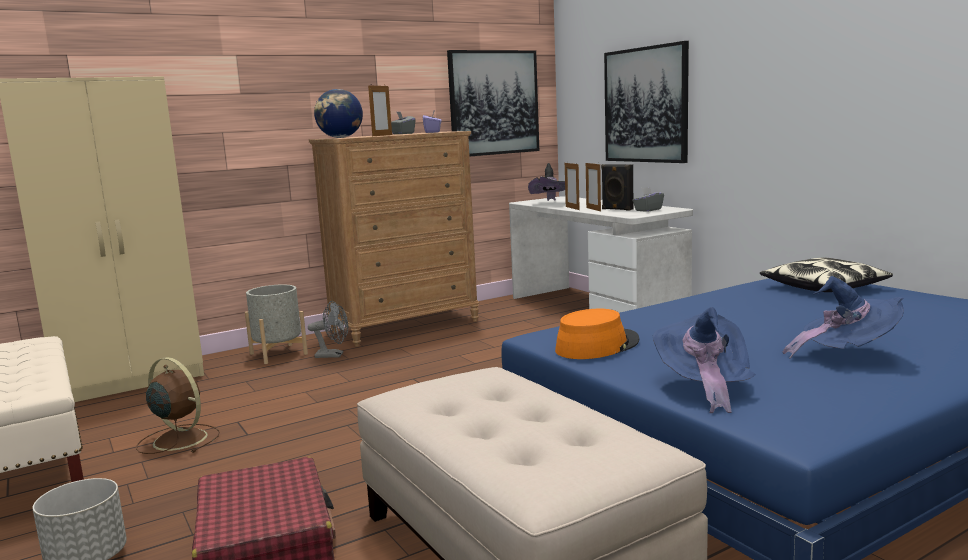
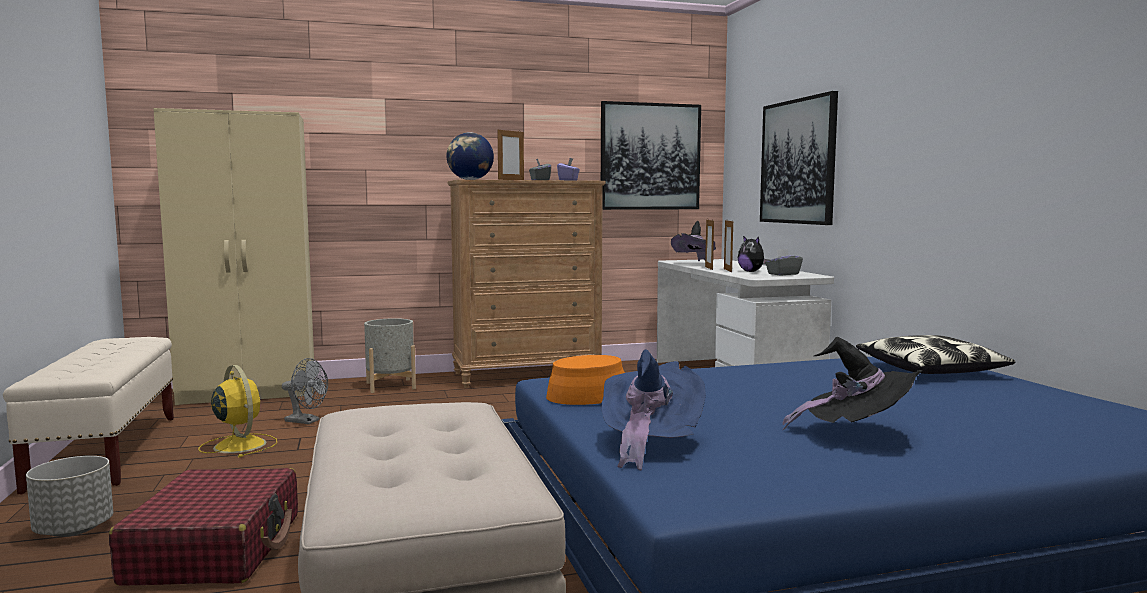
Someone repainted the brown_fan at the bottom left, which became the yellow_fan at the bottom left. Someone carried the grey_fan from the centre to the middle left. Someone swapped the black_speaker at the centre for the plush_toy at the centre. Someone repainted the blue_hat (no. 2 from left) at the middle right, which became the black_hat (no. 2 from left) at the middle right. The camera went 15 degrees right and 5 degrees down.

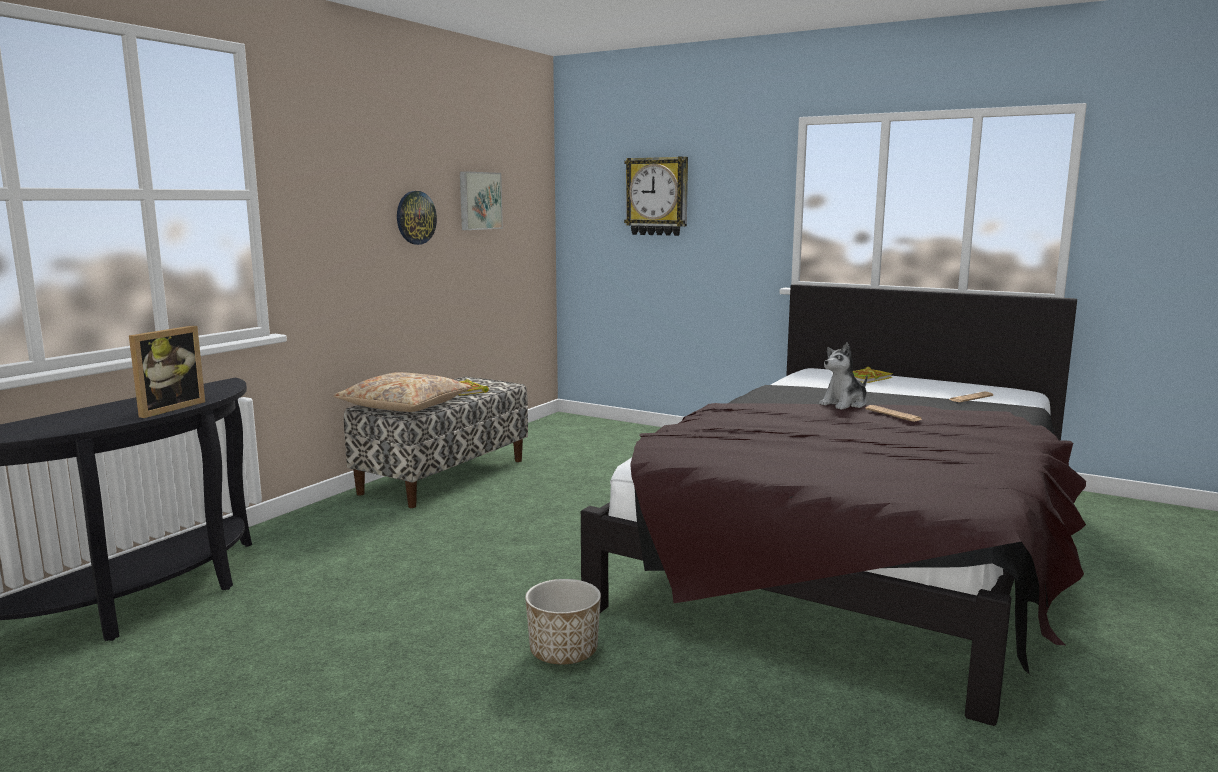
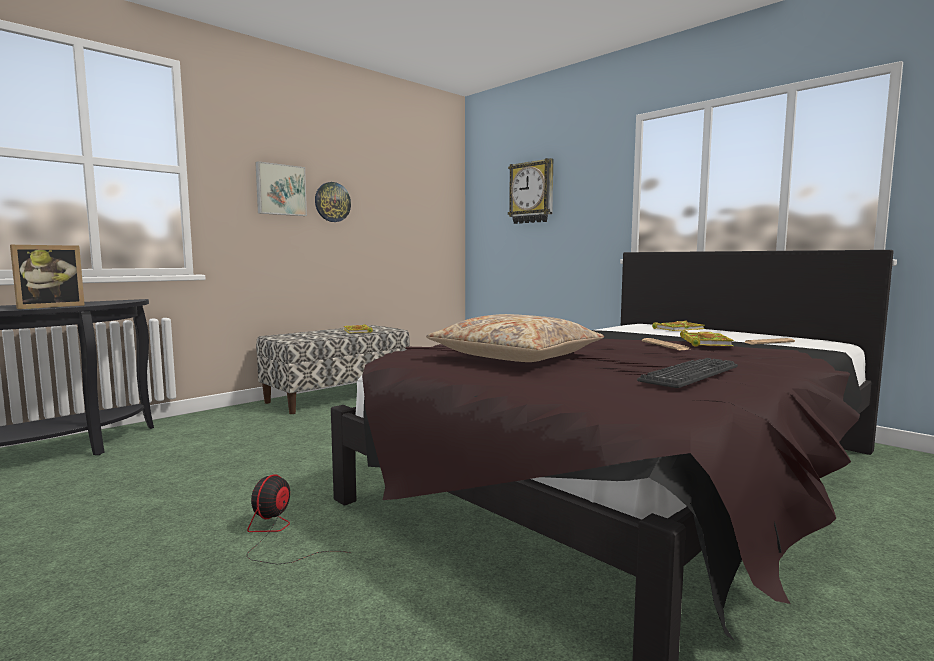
Someone swapped the planter at the bottom centre for the fan at the bottom left. Someone carried the picture from the top centre to the top left. Someone carried the beige_pillow from the middle left to the centre. Someone put down the keyboard at the middle right. Someone put down the book (no. 3 from left) at the middle right. Someone took away the plush_toy at the middle right. The camera went 15 degrees right and 5 degrees down.

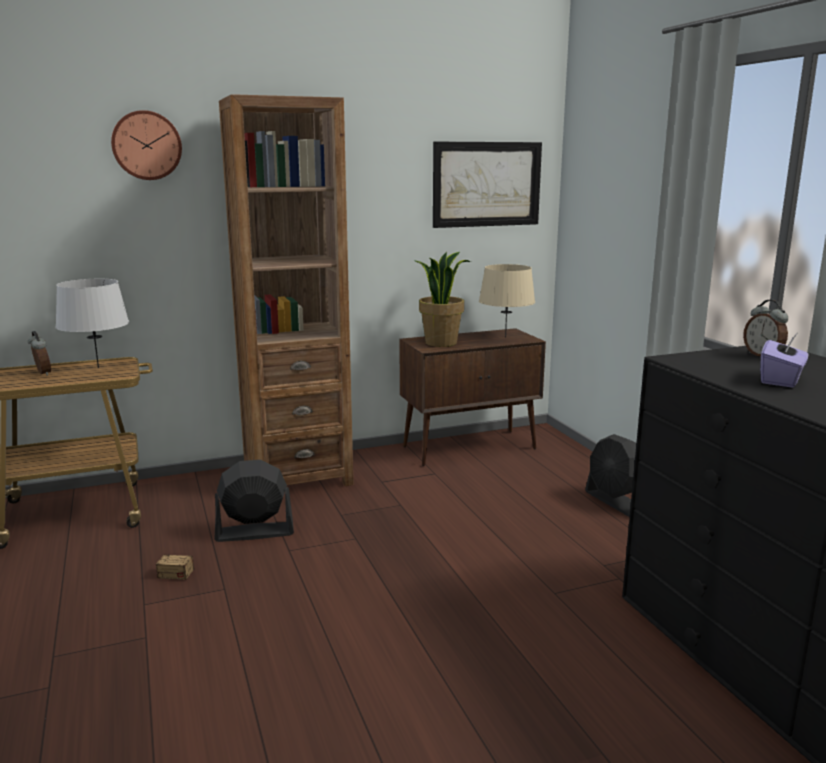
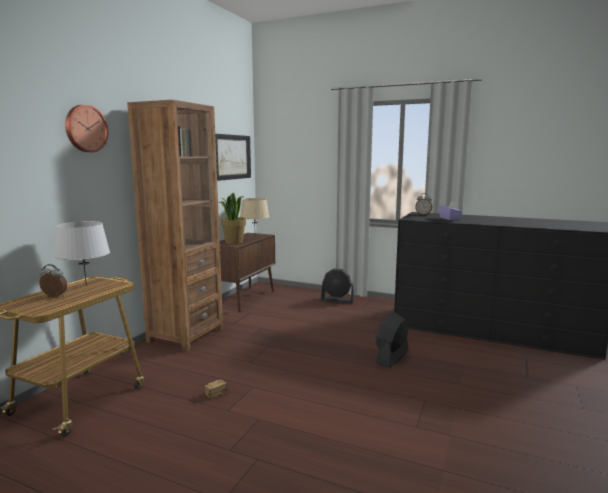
Someone carried the black_fan (no. 1 from left in the first image) from the middle left to the bottom centre. The camera went 45 degrees left and 5 degrees down.

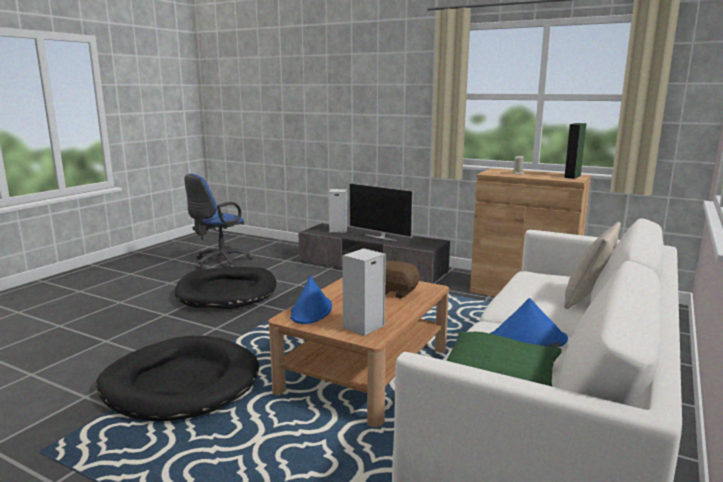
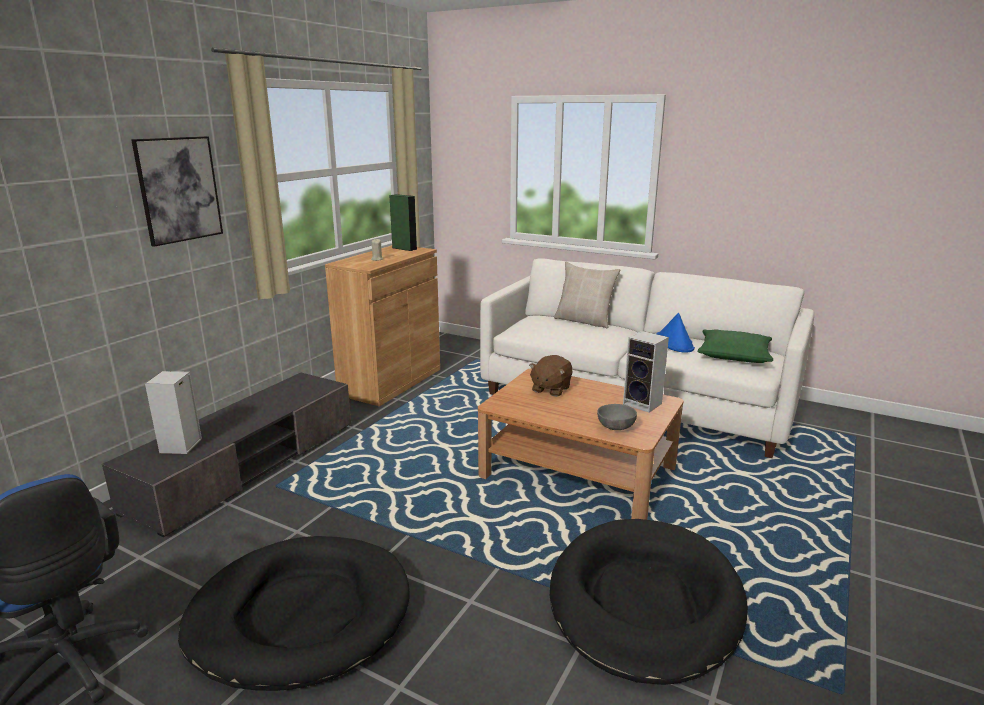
Someone put up the picture at the top left. Someone swapped the blue_hat (no. 1 from left) at the centre for the grey_bowl at the centre. Someone took away the television at the centre. The camera went 90 degrees left and 5 degrees up.

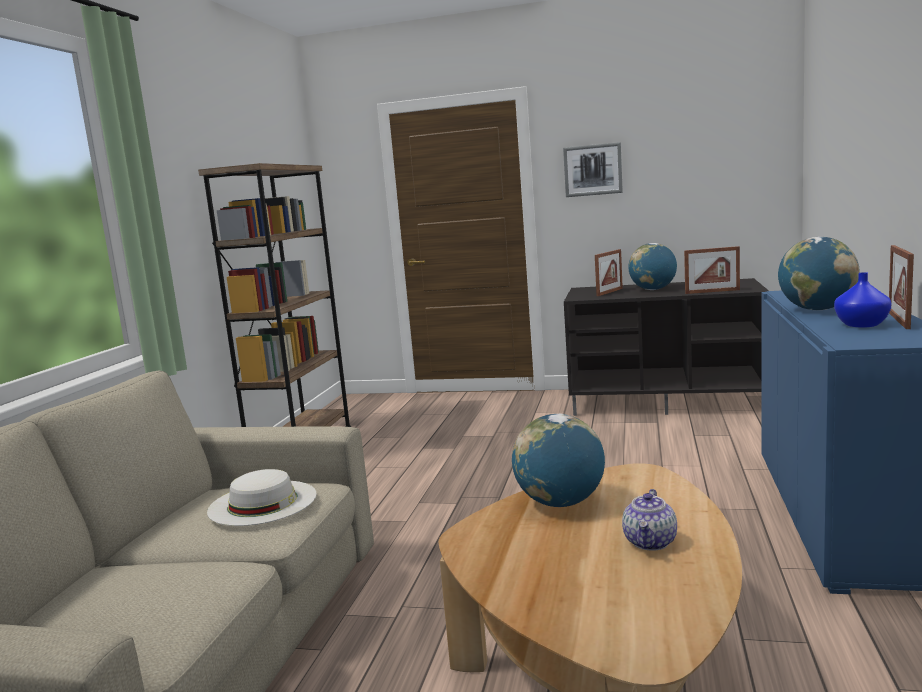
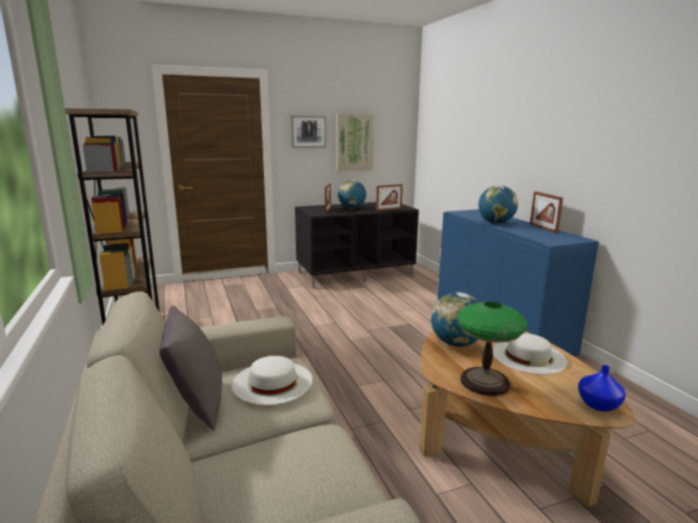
Someone put down the grey_pillow at the bottom left. Someone put up the picture (no. 2 from left) at the top centre. Someone put down the table_lamp at the bottom right. Someone swapped the teapot at the bottom right for the white_hat (no. 2 from left) at the bottom right. Someone carried the blue_vase from the middle right to the bottom right. The camera went 35 degrees left and 5 degrees up.

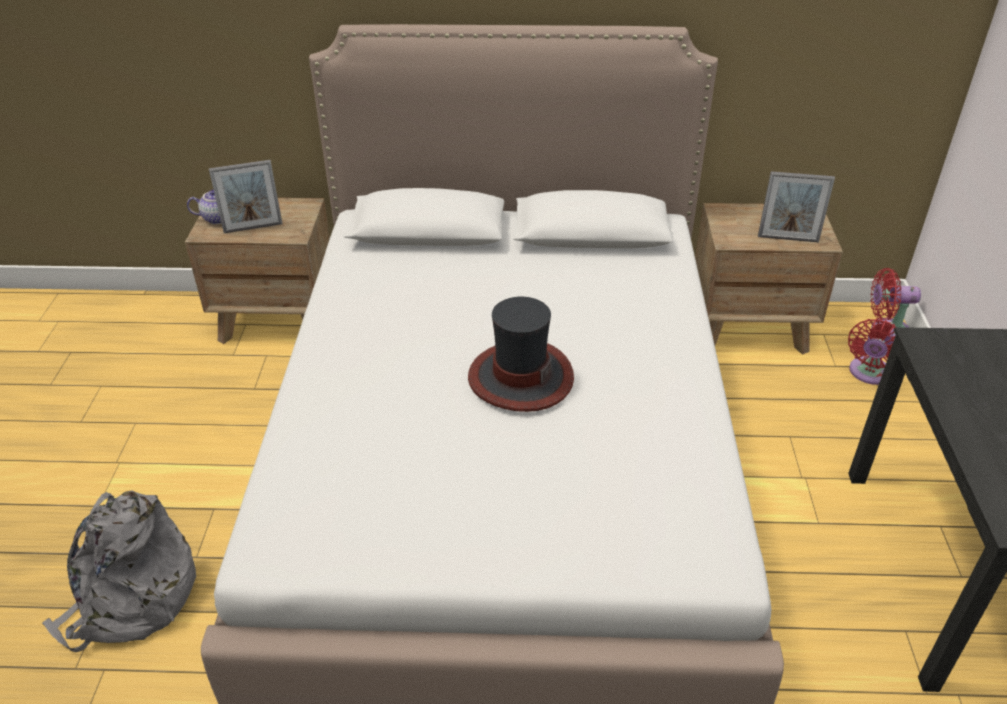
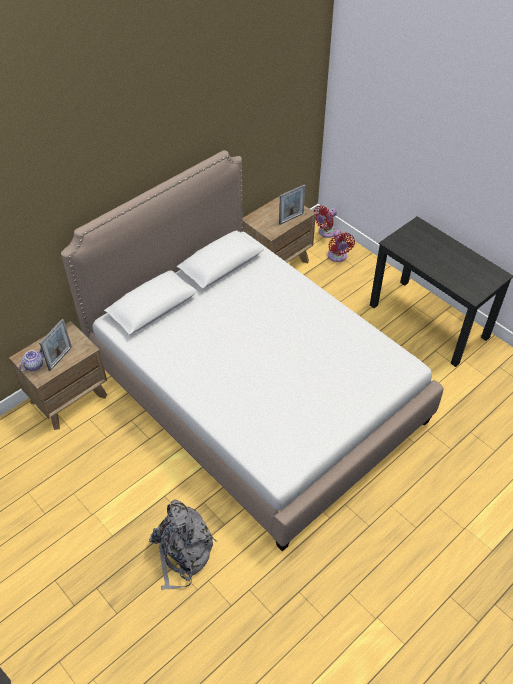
Someone took away the hat at the centre. The camera went 45 degrees left and 10 degrees up.

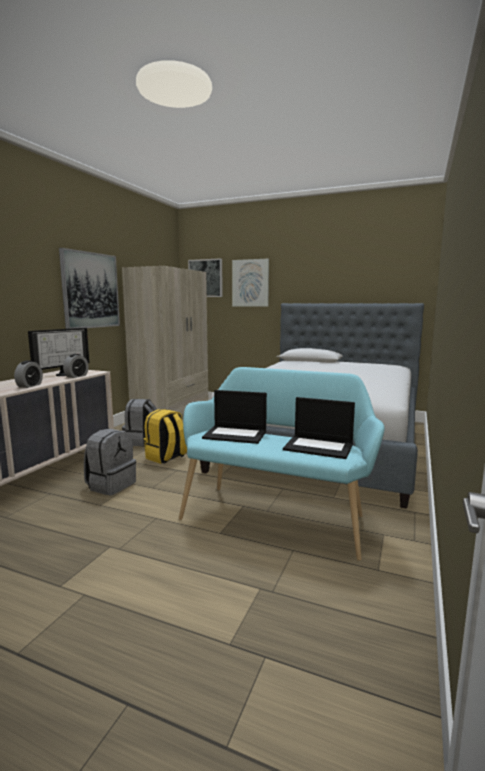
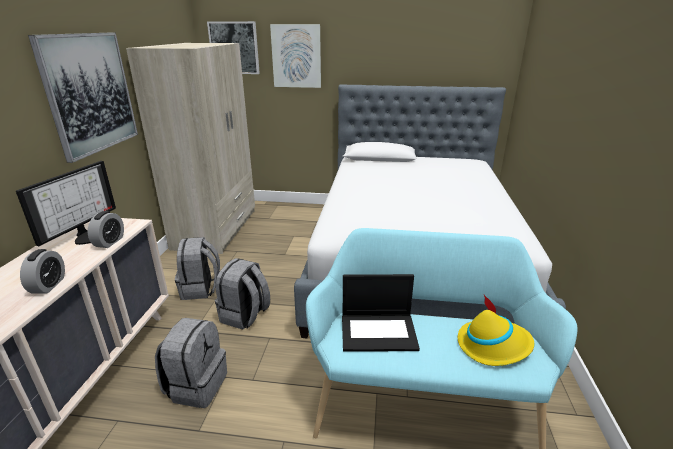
Someone repainted the yellow_backpack at the centre, which became the grey_backpack (no. 3 from left) at the centre. Someone swapped the laptop (no. 2 from left) at the centre for the yellow_hat at the bottom right. The camera went 15 degrees left and 15 degrees up.

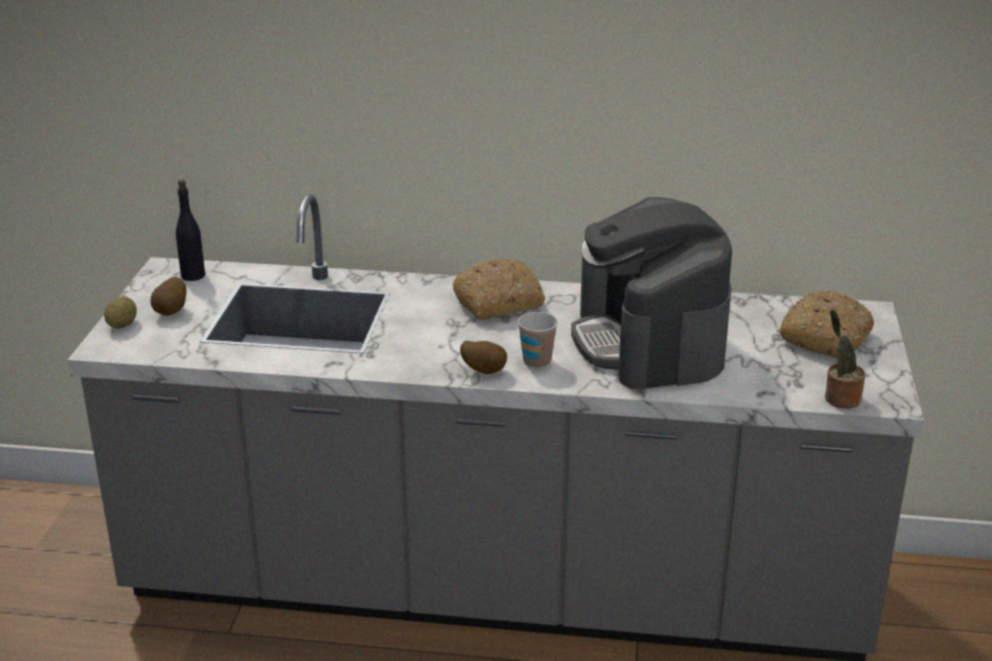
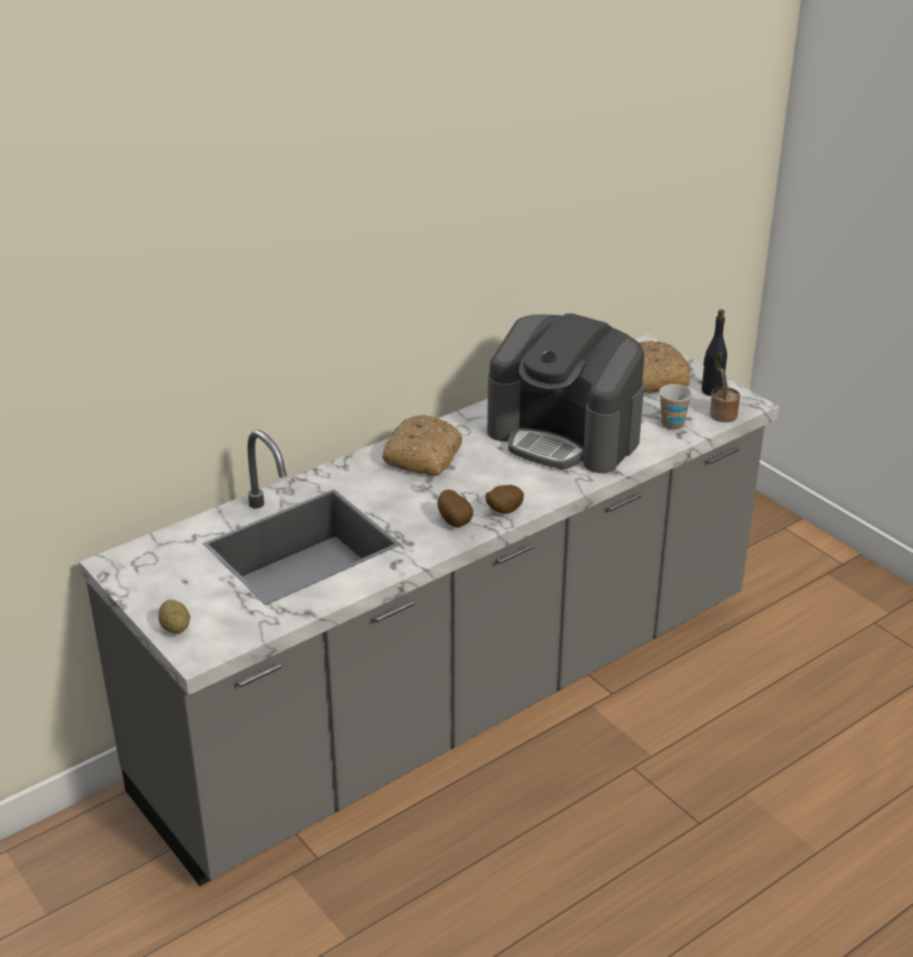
Someone carried the potato (no. 2 from left) from the middle left to the centre. Someone carried the cup from the centre to the middle right. Someone carried the black_bottle from the middle left to the middle right. The camera went 45 degrees left and 5 degrees up.

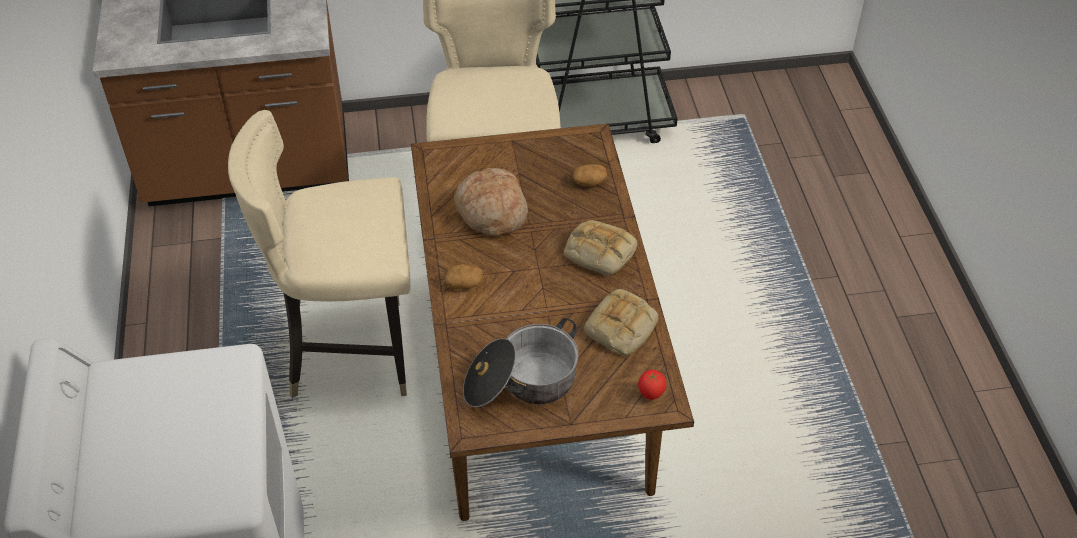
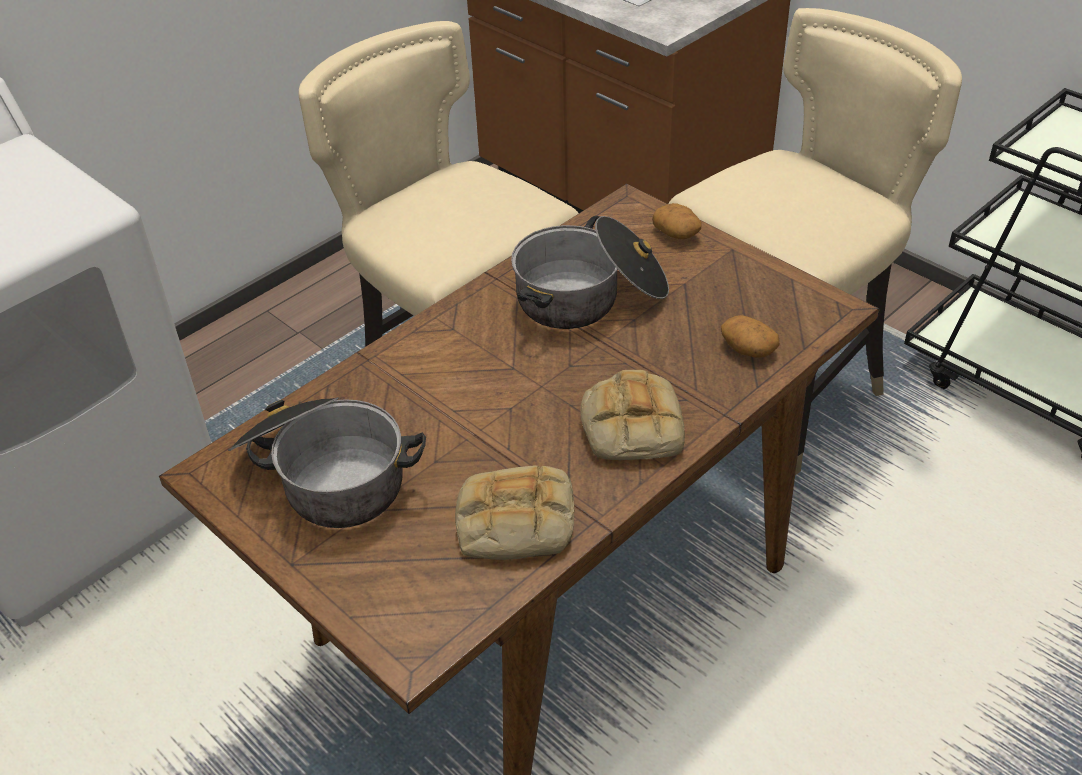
Someone swapped the bread (no. 1 from left) at the centre for the cooking_pot (no. 2 from left) at the centre. Someone carried the potato (no. 1 from left) from the centre to the top centre. Someone took away the tomato at the bottom centre. The camera went 55 degrees right and 5 degrees down.

